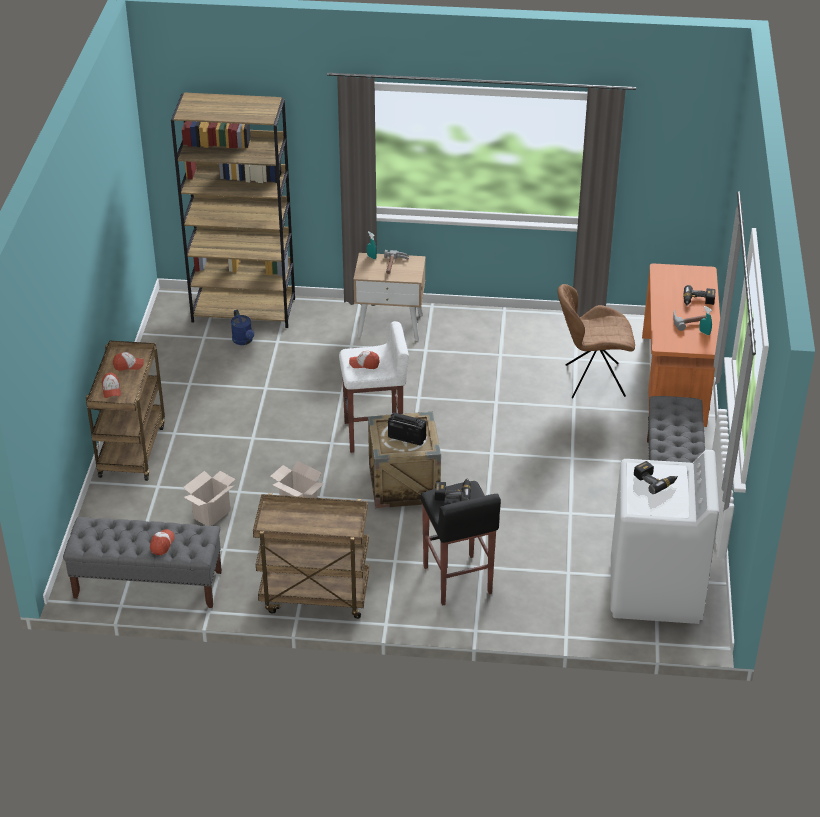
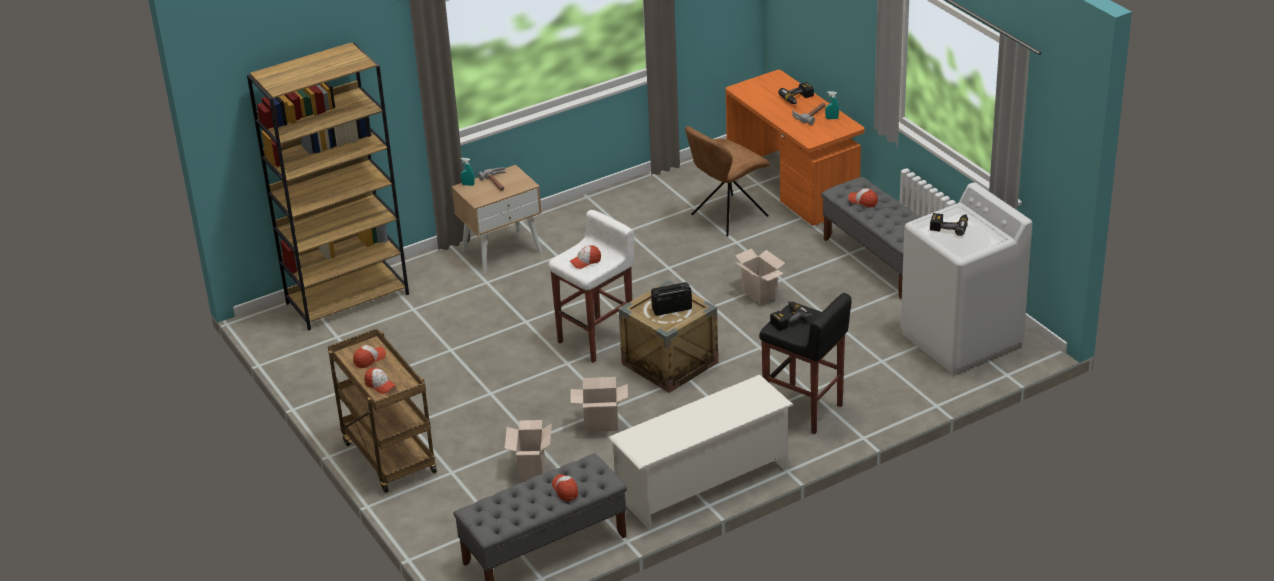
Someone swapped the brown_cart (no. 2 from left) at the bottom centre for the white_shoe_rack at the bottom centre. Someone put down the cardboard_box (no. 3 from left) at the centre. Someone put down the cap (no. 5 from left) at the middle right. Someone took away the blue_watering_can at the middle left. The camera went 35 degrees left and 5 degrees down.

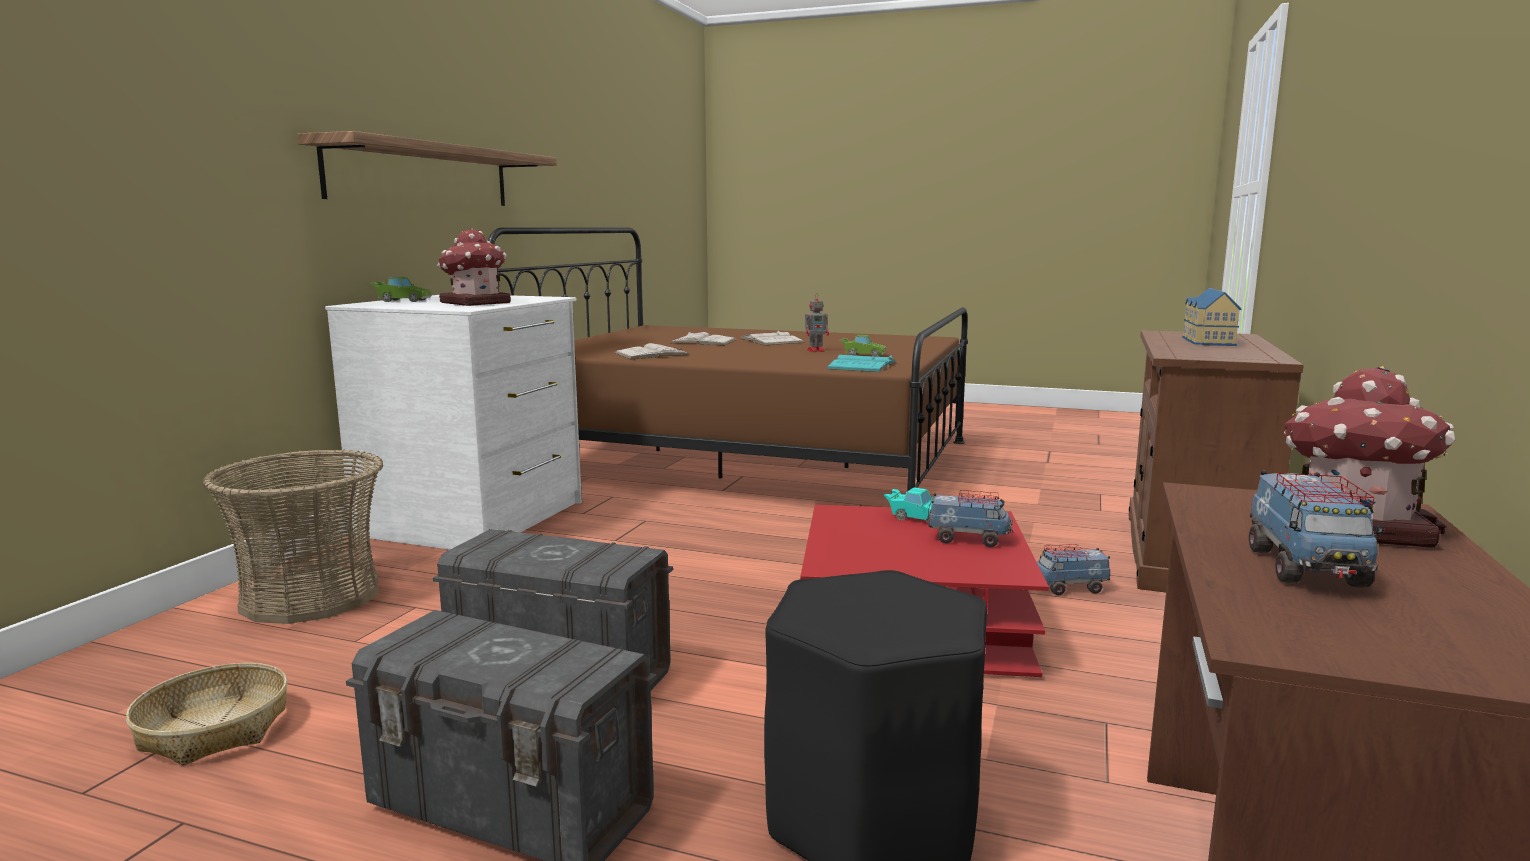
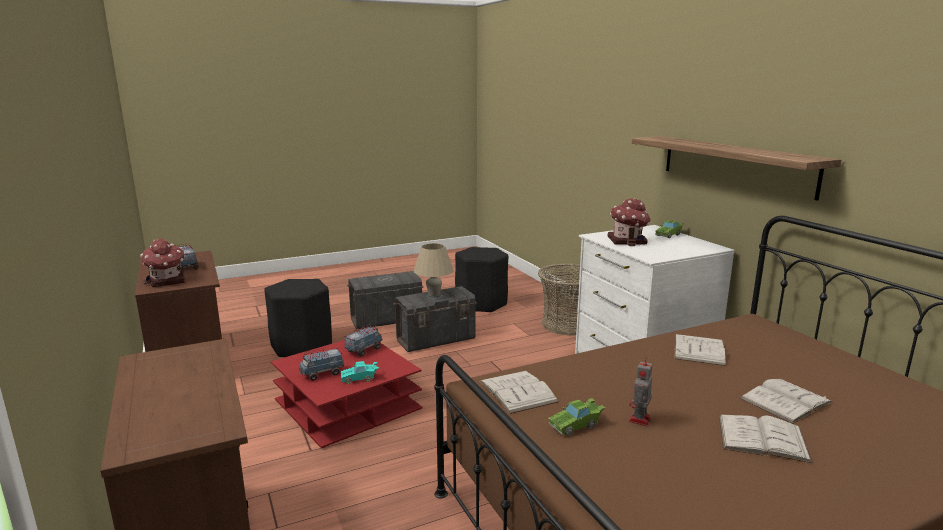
Someone carried the toy_truck (no. 2 from left in the first image) from the middle right to the centre. Someone put down the beige_table_lamp at the centre. Someone swapped the basket (no. 1 from left) at the bottom left for the black_stool (no. 2 from left) at the centre. Someone repainted the turquoise_book at the centre, which became the white_book (no. 1 from left) at the bottom centre. Someone took away the toy_house (no. 2 from left) at the middle right. The camera went 135 degrees right and 5 degrees up.

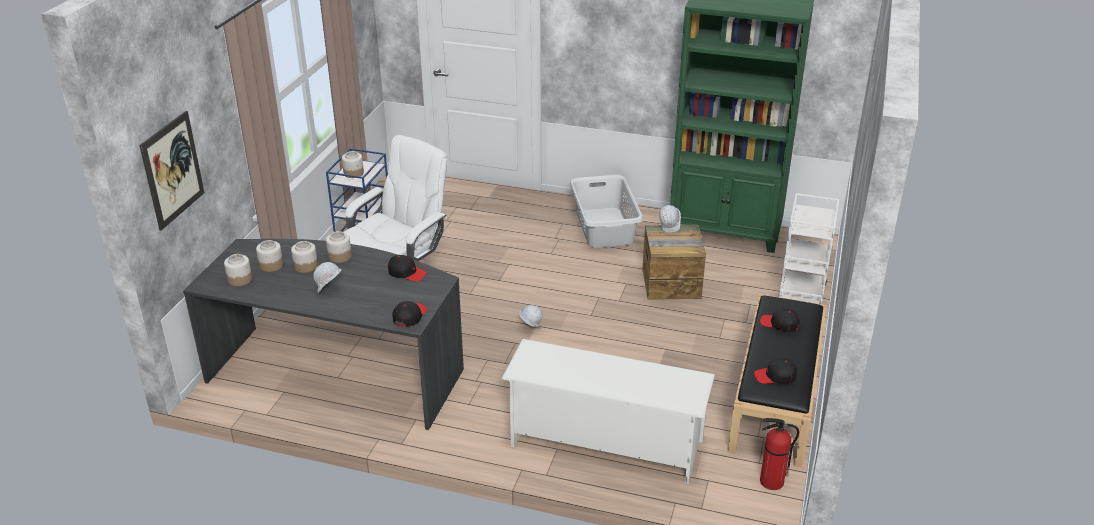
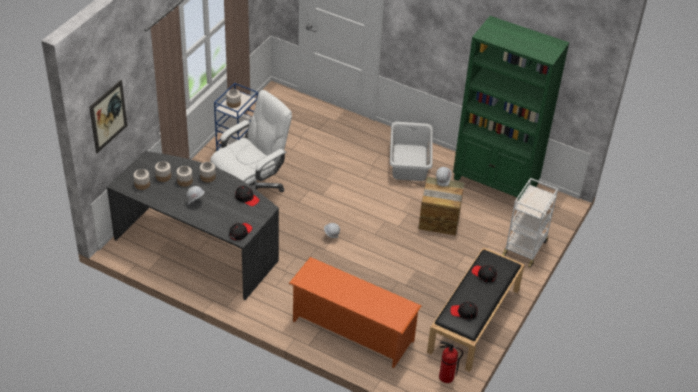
Someone repainted the white_shoe_rack at the bottom centre, which became the orange_shoe_rack at the bottom centre. The camera went 10 degrees right and 10 degrees up.

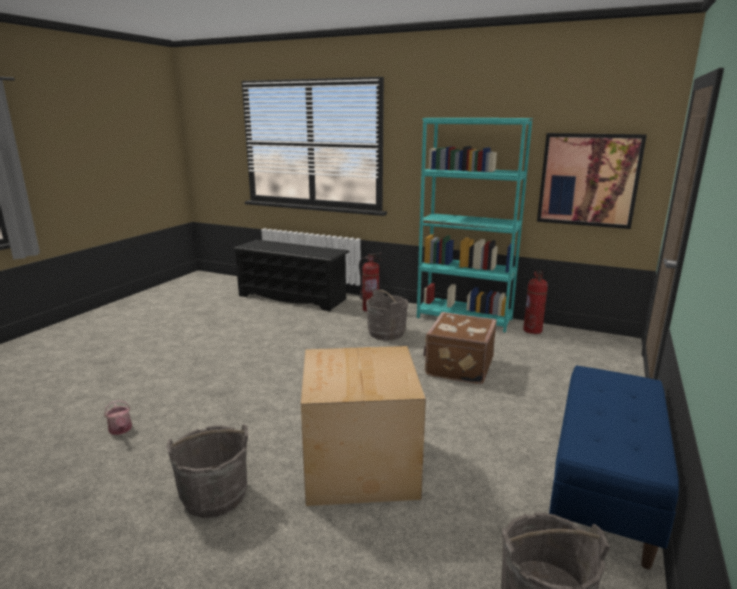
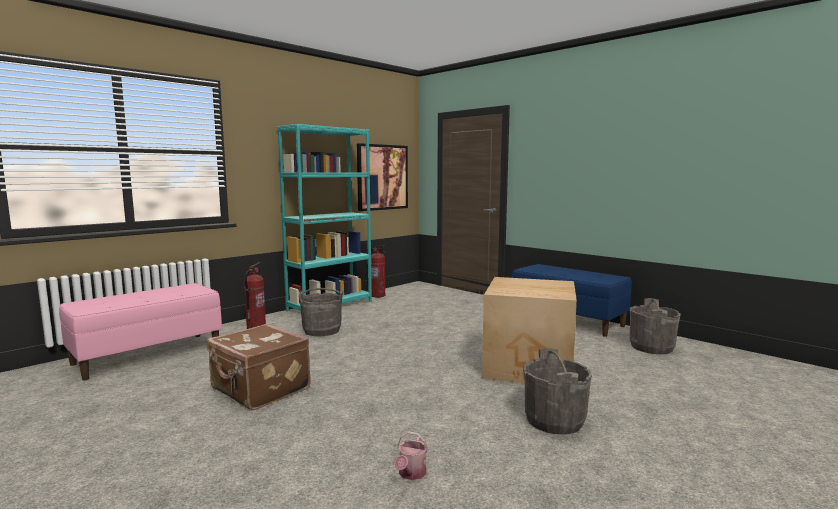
Someone swapped the black_shoe_rack at the centre for the pink_bench at the middle left. Someone carried the brown_suitcase from the centre to the bottom left. Someone rotated the watering_can at the bottom left by 120 degrees clockwise. The camera went 70 degrees left and 10 degrees down.

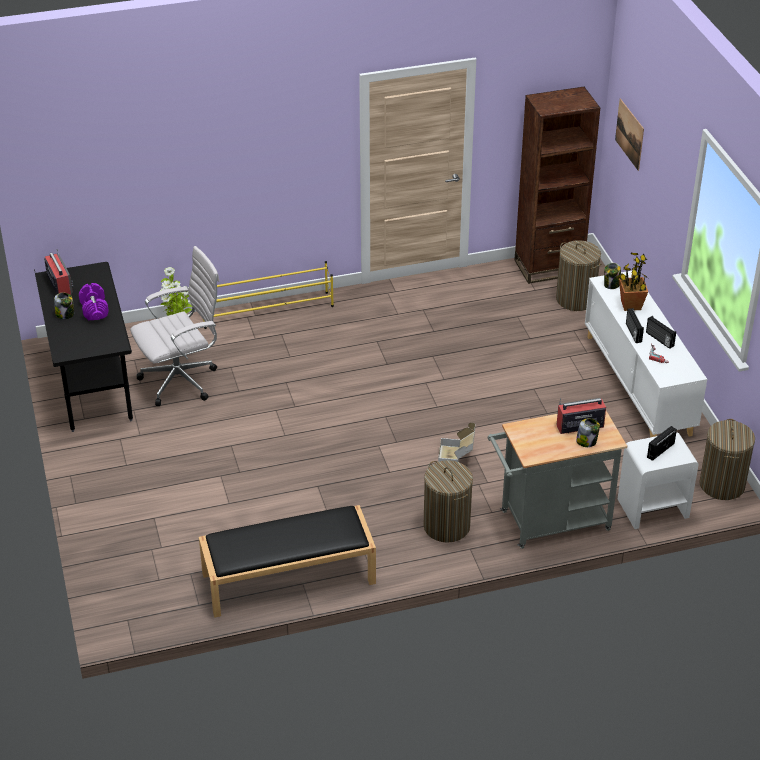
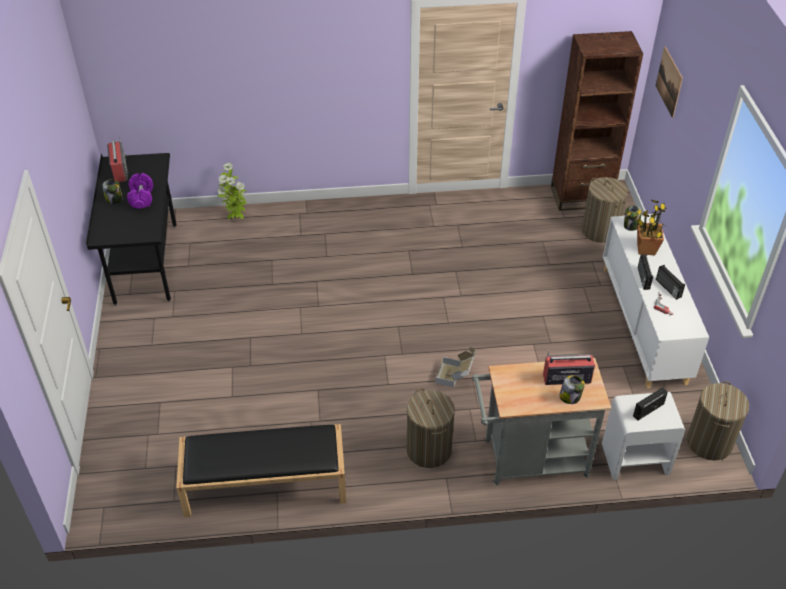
Someone took away the white_office_chair at the middle left. Someone took away the yellow_shoe_rack at the centre. The camera went 10 degrees right and 5 degrees up.

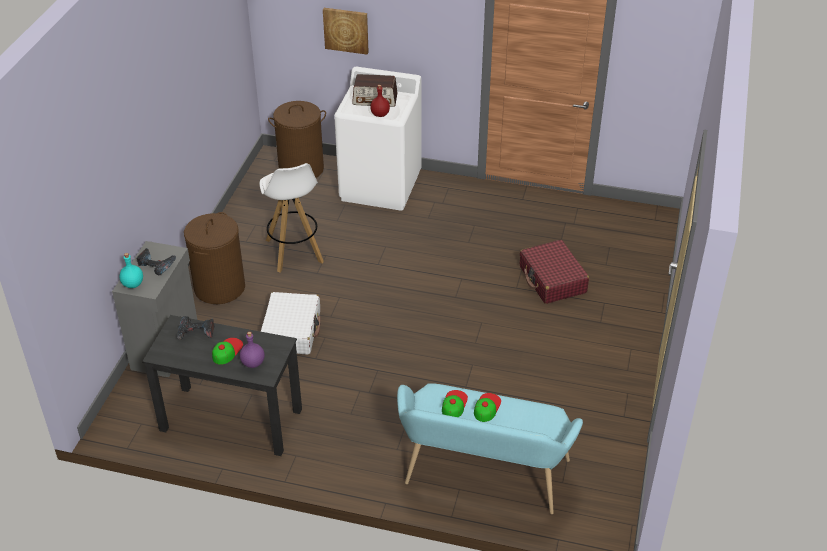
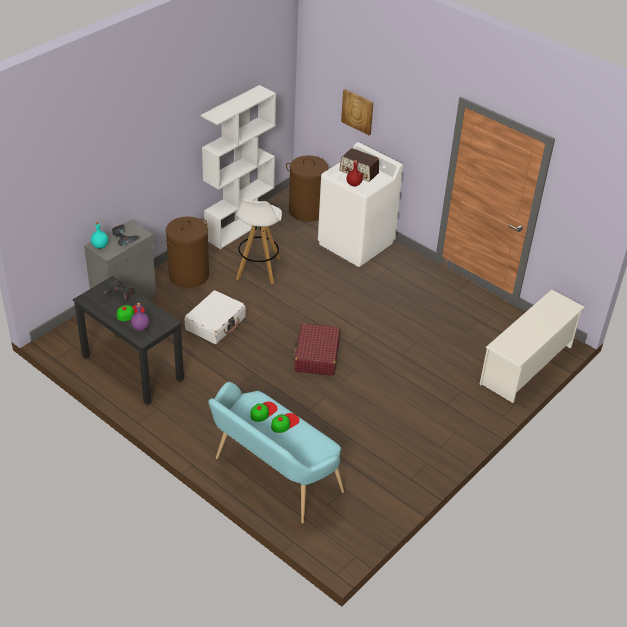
Someone put down the white_bookcase at the top centre. Someone carried the red_suitcase from the middle right to the centre. Someone put down the white_shoe_rack at the middle right. The camera went 25 degrees right and 0 degrees up.

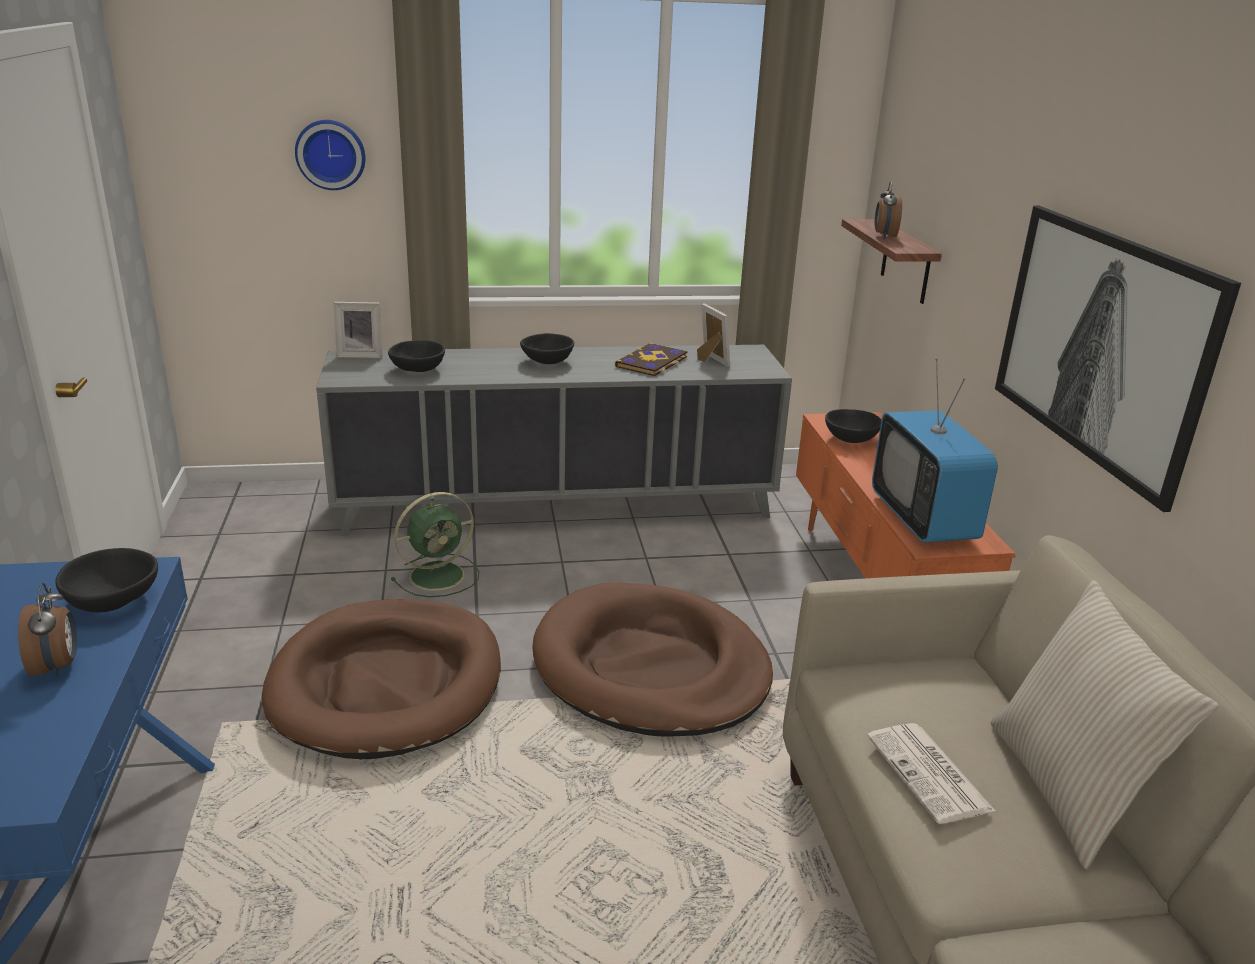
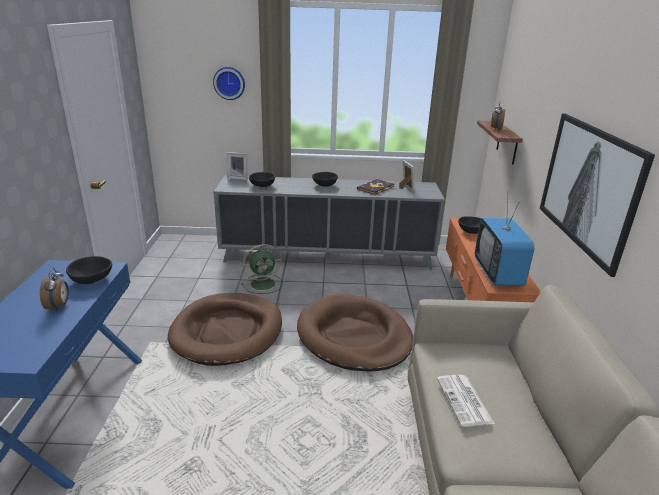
Someone took away the beige_pillow at the bottom right. The camera went 10 degrees right and 0 degrees up.

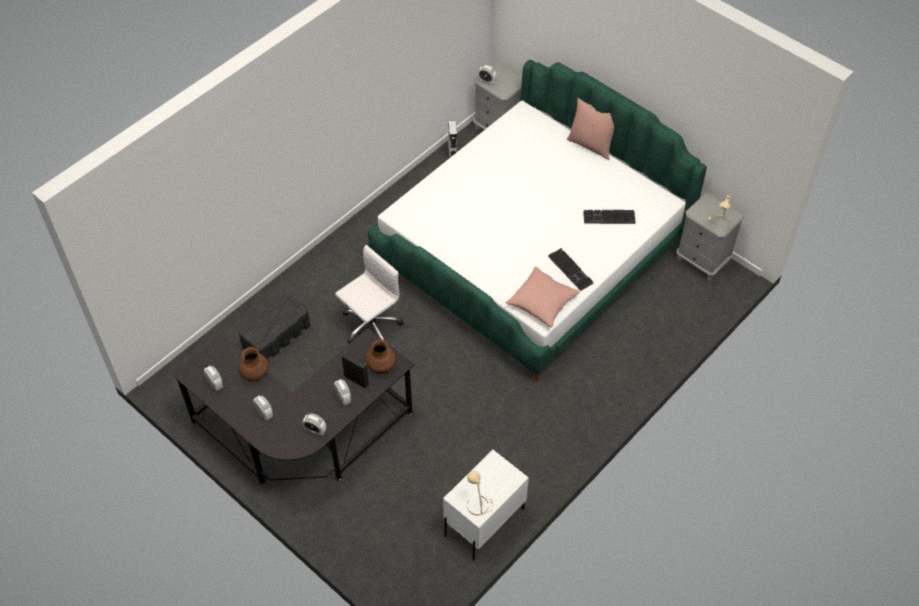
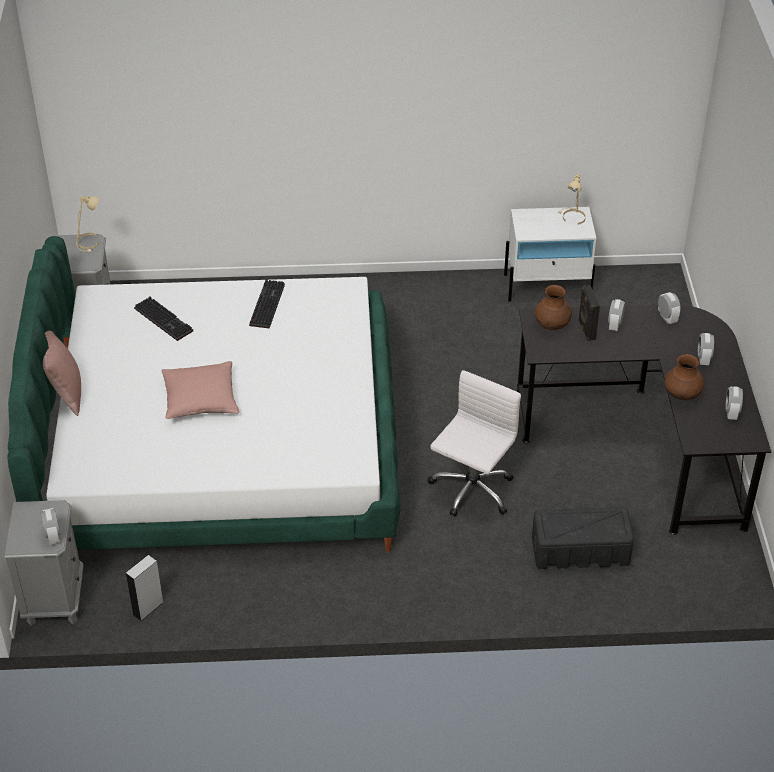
Someone carried the pink_pillow (no. 1 from left in the first image) from the centre to the middle left. Someone rotated the white_office_chair at the centre by 120 degrees clockwise. The camera went 135 degrees left and 10 degrees down.

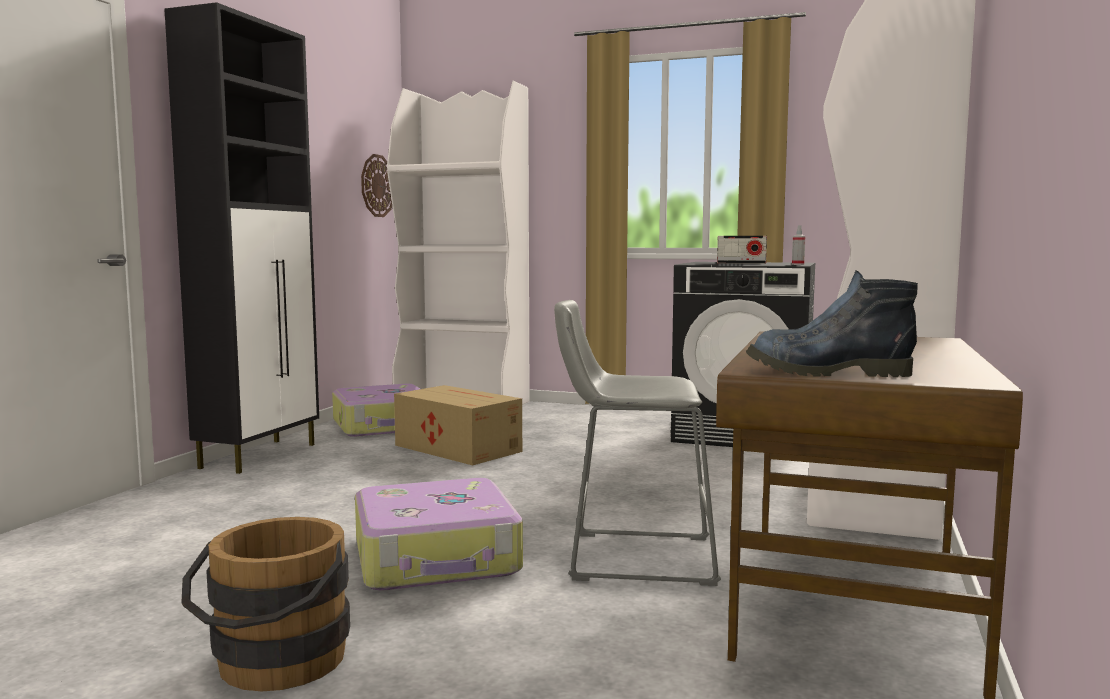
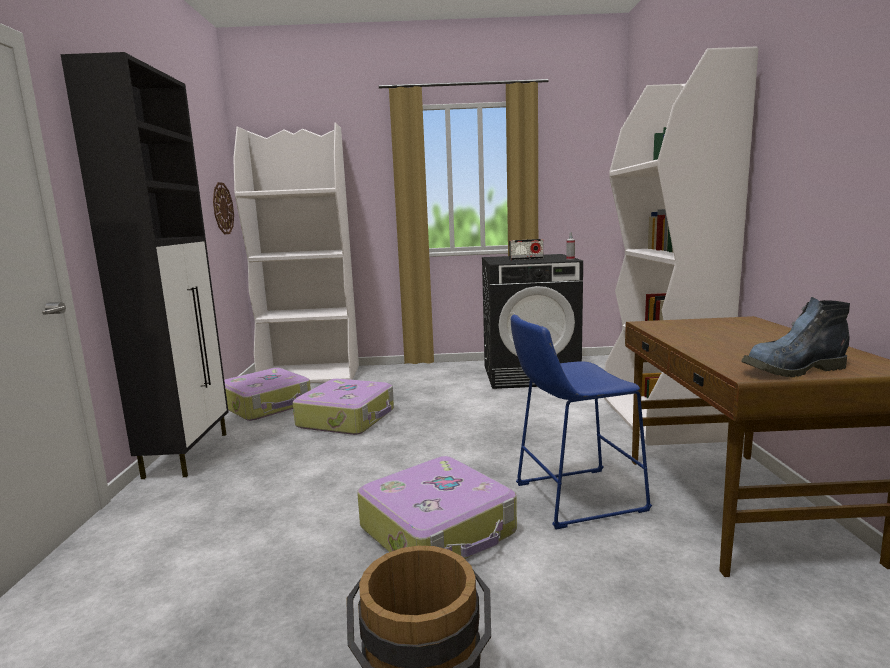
Someone swapped the cardboard_box at the centre for the suitcase (no. 2 from left) at the centre. Someone repainted the grey_stool at the centre, which became the blue_stool at the centre. The camera went 20 degrees left and 5 degrees up.

